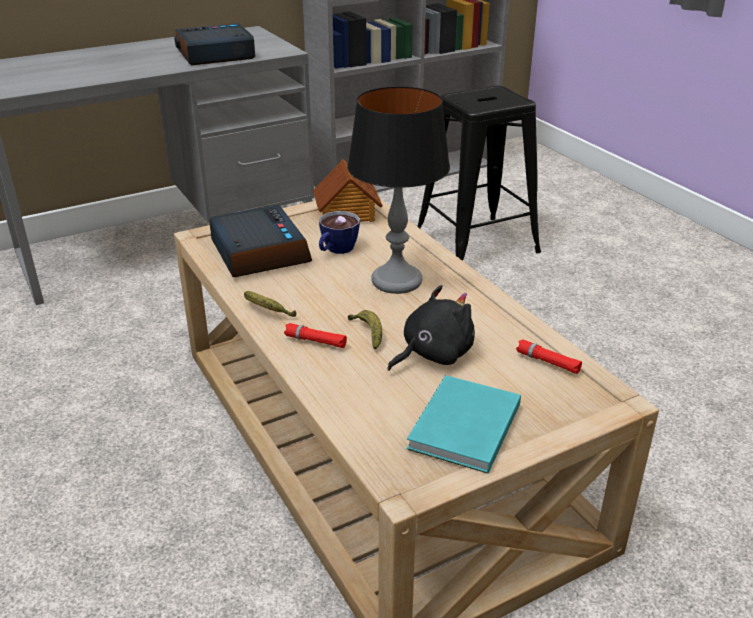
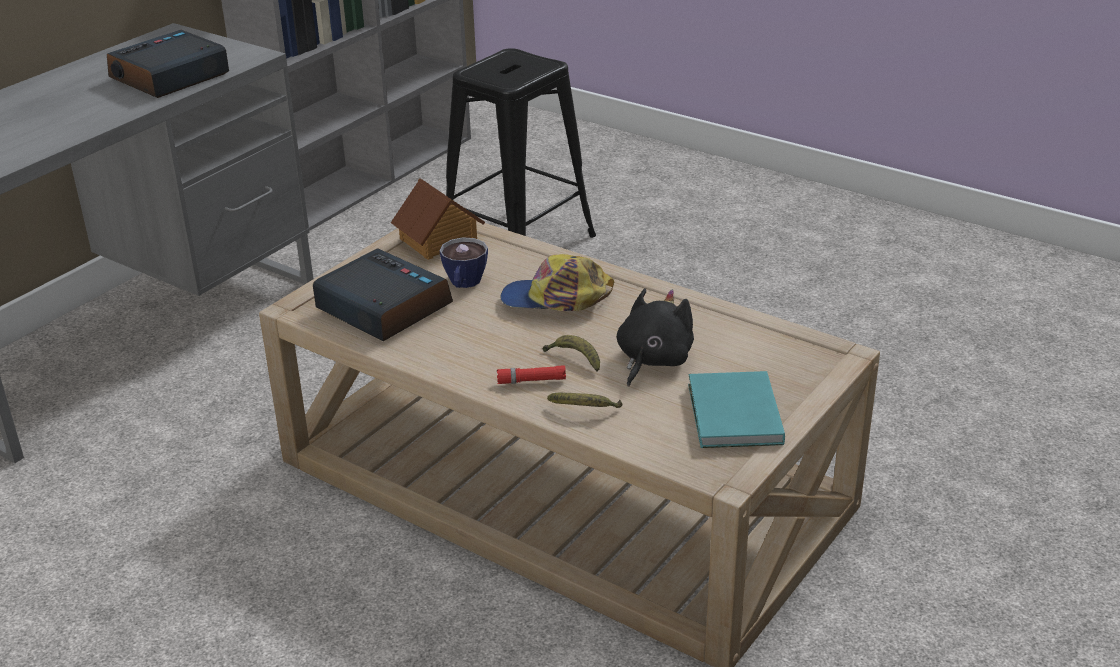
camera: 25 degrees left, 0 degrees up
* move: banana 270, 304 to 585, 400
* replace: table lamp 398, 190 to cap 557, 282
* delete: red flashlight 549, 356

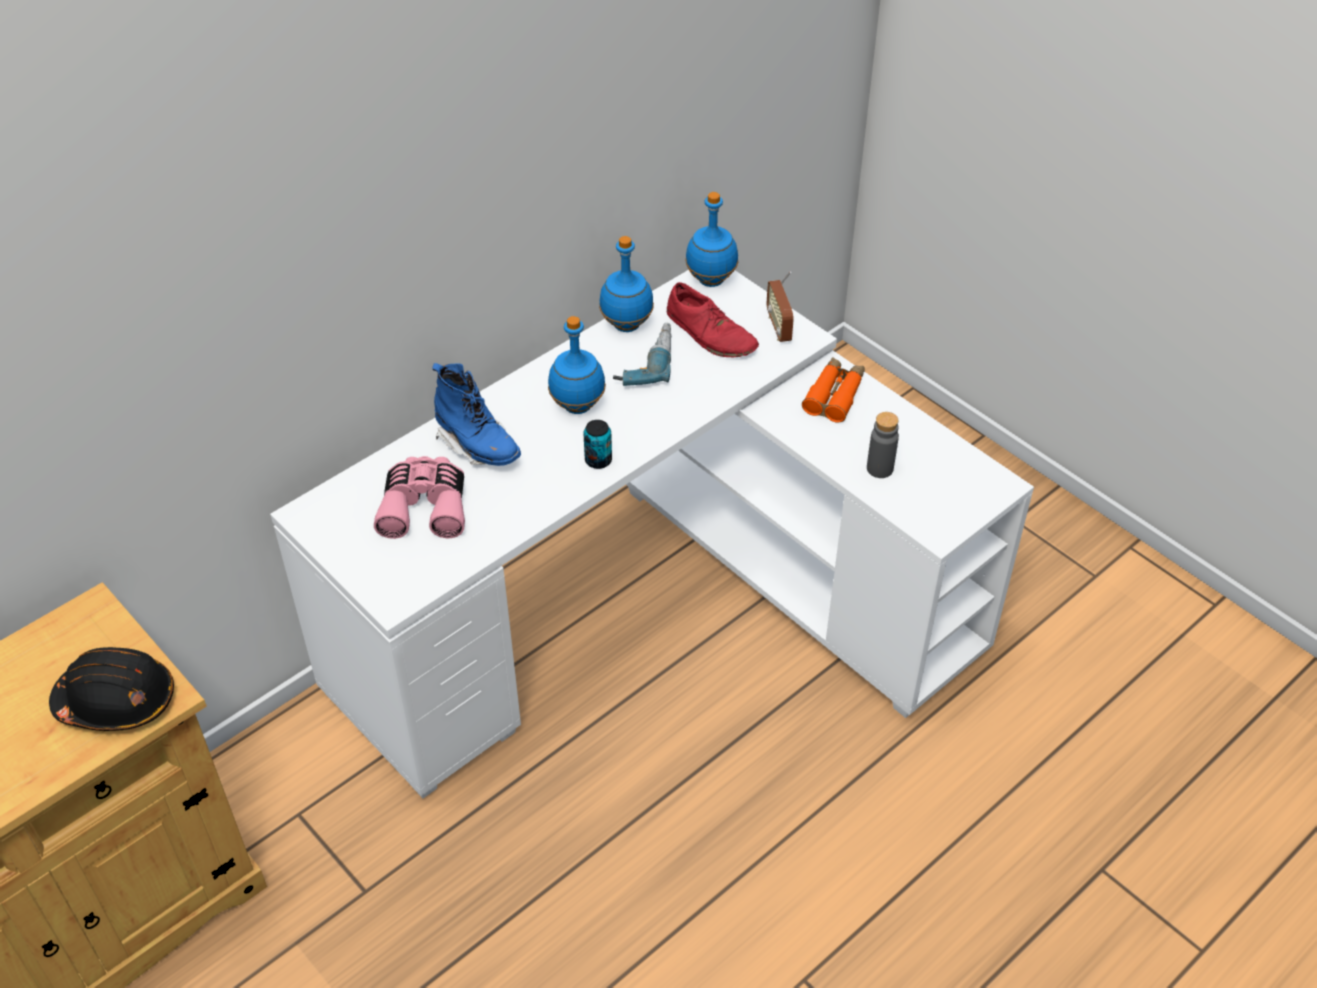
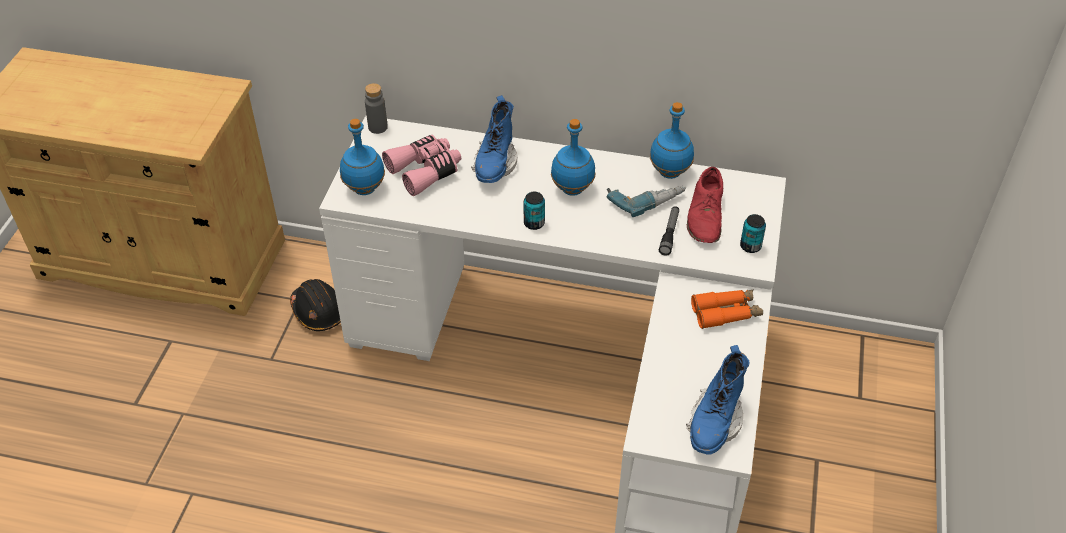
camera: 55 degrees right, 0 degrees up
* move: black hard hat 111, 689 to 315, 305
* move: blue bottle 711, 239 to 362, 157
* replace: radio 780, 306 to can 753, 233
* move: grey bottle 883, 445 to 376, 108
* insert: flashlight 669, 231
* insert: blue boot 718, 400

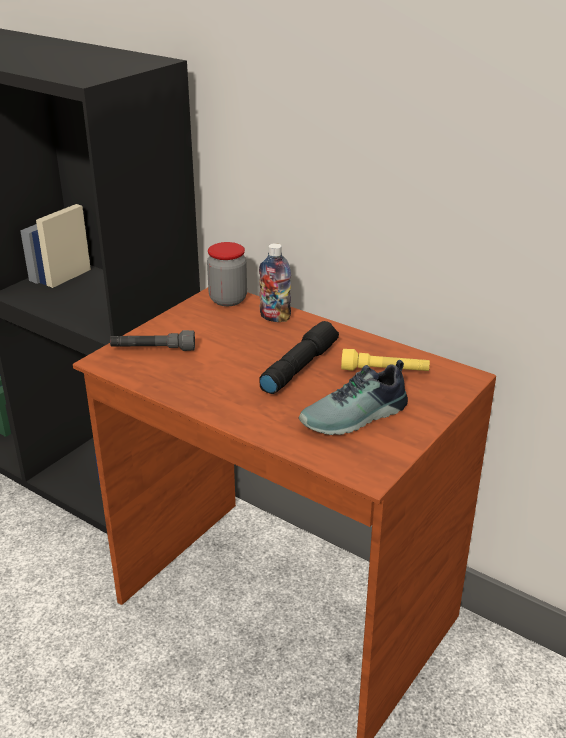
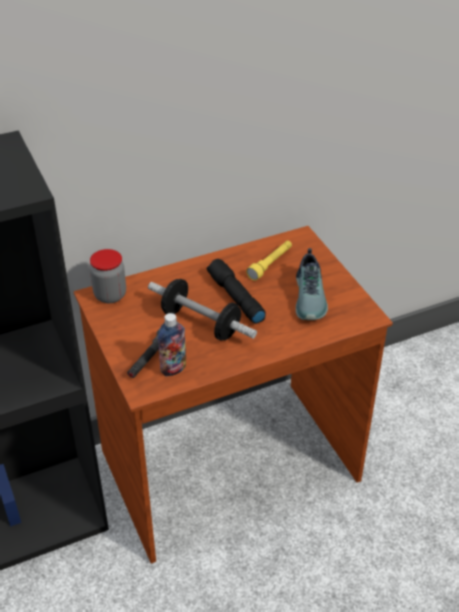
camera: 60 degrees left, 10 degrees up
* move: bottle 275, 282 to 172, 344
* insert: dumbbell 202, 310

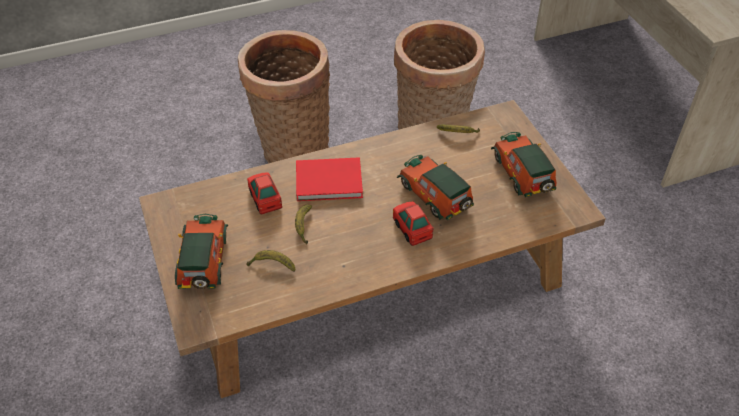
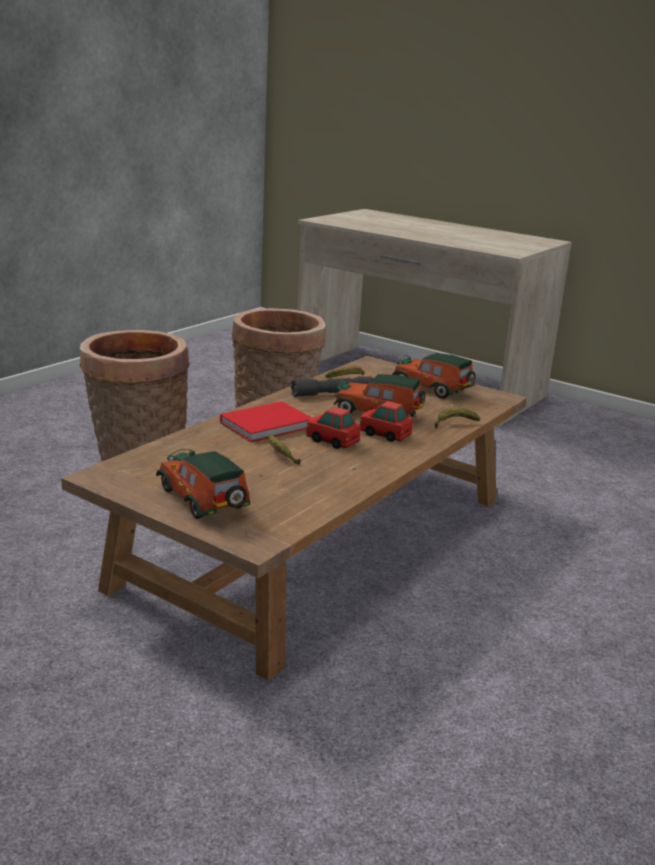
camera: 35 degrees left, 25 degrees down
* move: banana 271, 261 to 457, 417
* move: toy car 264, 193 to 333, 428
* insert: grey flashlight 332, 386

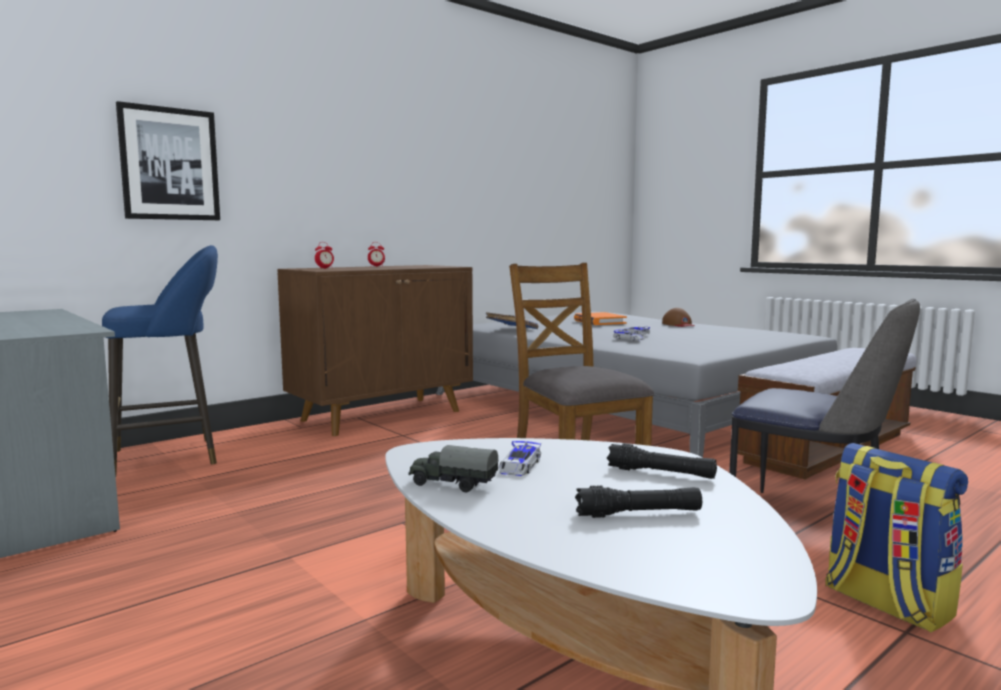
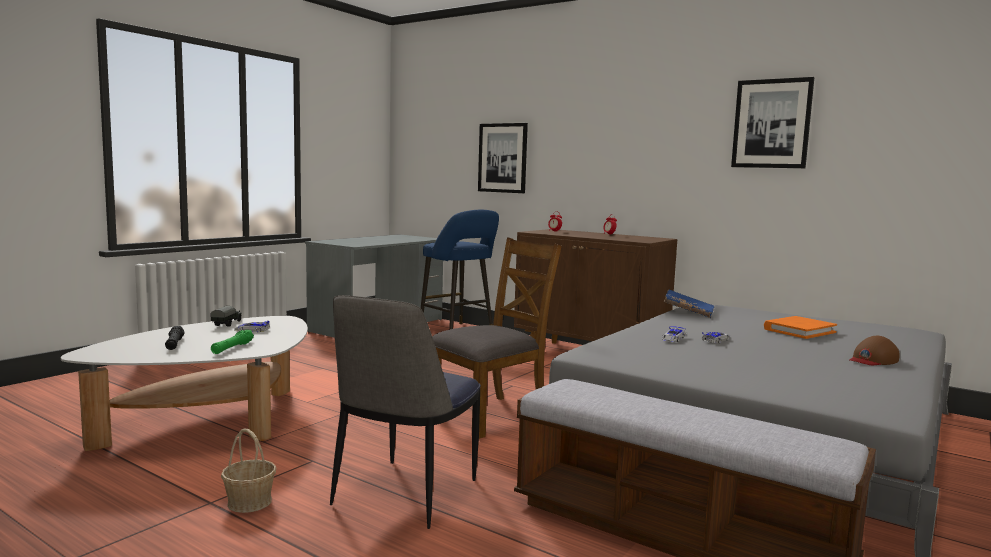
camera: 75 degrees right, 0 degrees up
* recolor: black flashlight 662, 461 to green flashlight 232, 342
* replace: backpack 896, 538 to basket 248, 471
* insert: picture 772, 122

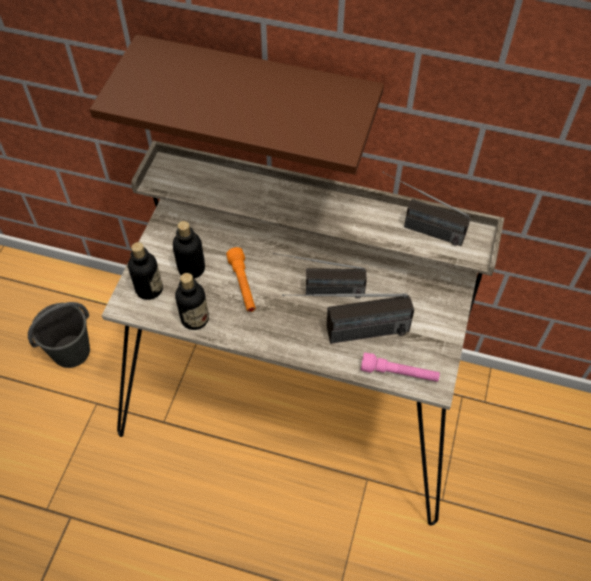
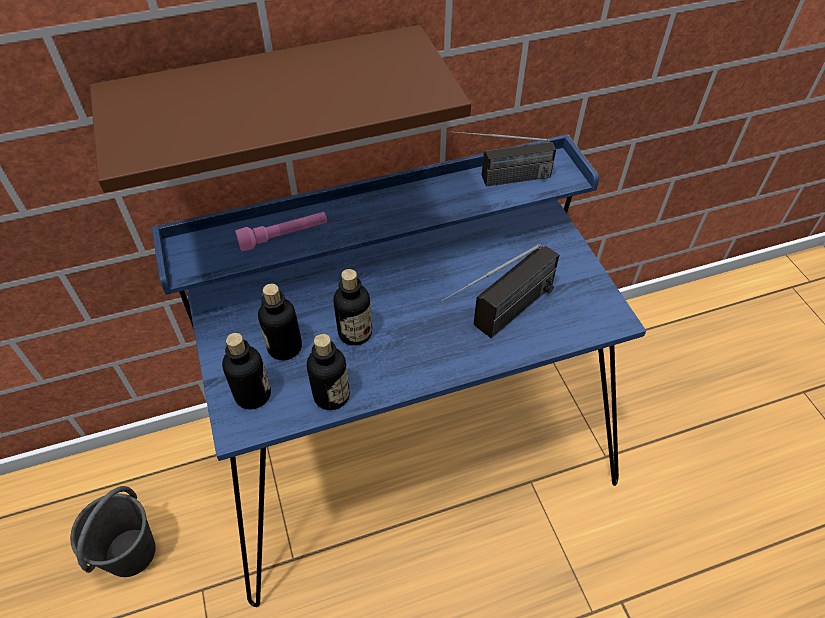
camera: 35 degrees left, 5 degrees down
* recolor: beige desk 302, 333 to blue desk 399, 370
* replace: orange flashlight 241, 279 to bottle 352, 307
* delete: radio 320, 275
* move: pink flashlight 400, 367 to 281, 231

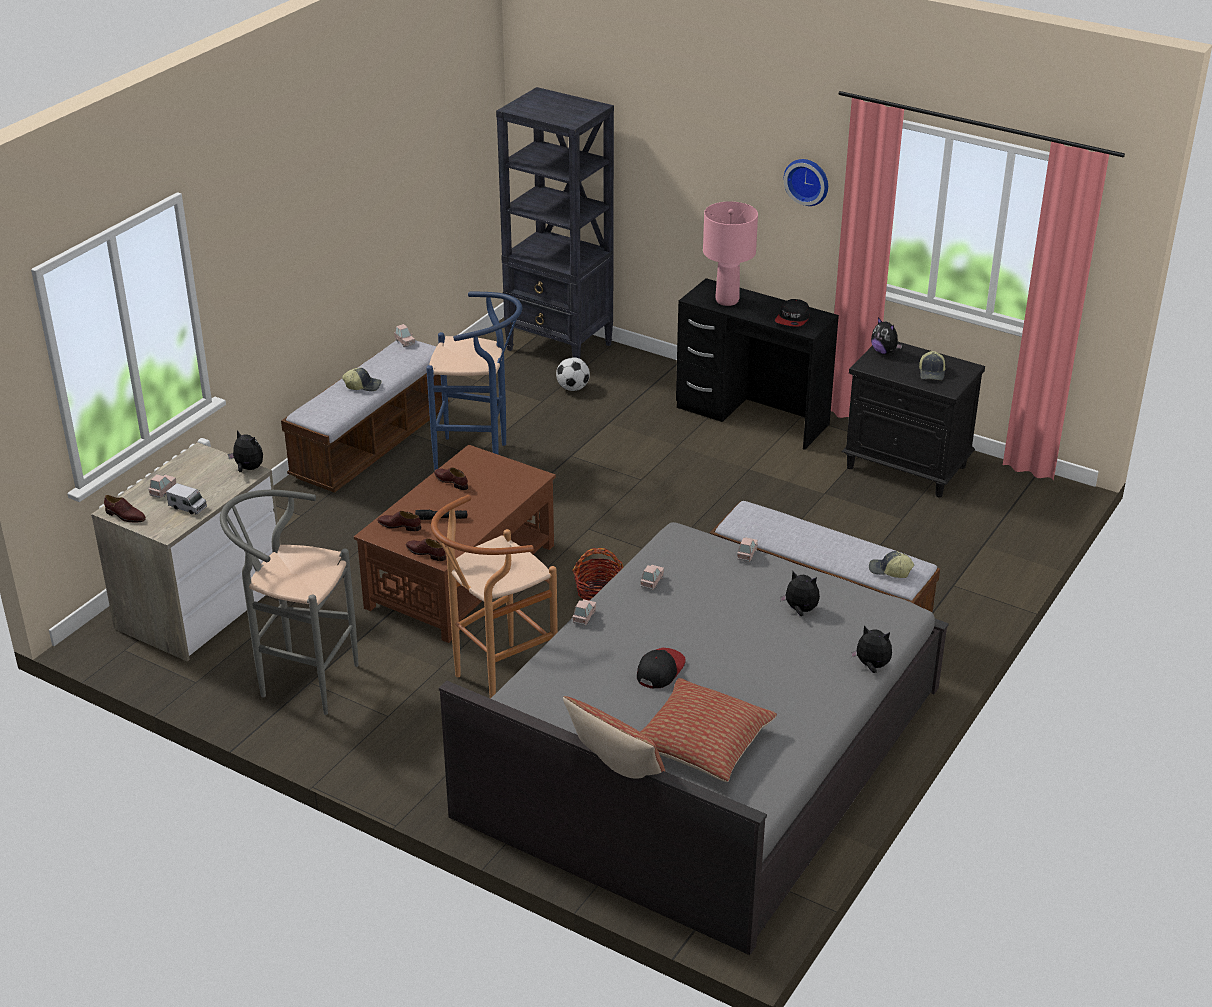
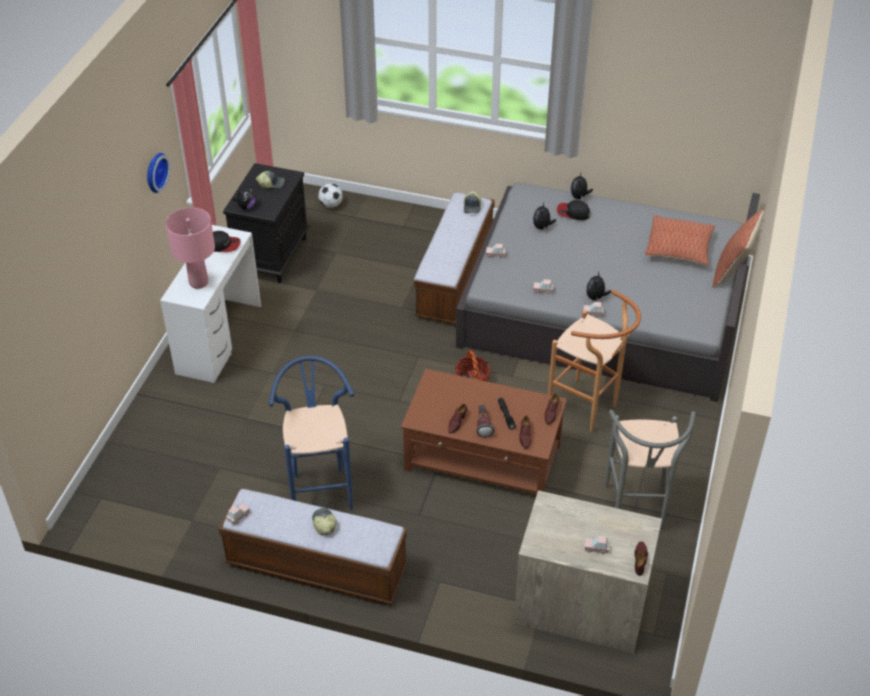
camera: 105 degrees left, 10 degrees up
* delete: toy truck 186, 498
* move: plush toy 245, 451 to 598, 286
* delete: black bookcase 555, 223
* move: football 573, 374 to 330, 195
* move: cap 661, 668 to 573, 210
* recolor: black desk 757, 364 to white desk 210, 304
* insert: flashlight 485, 420

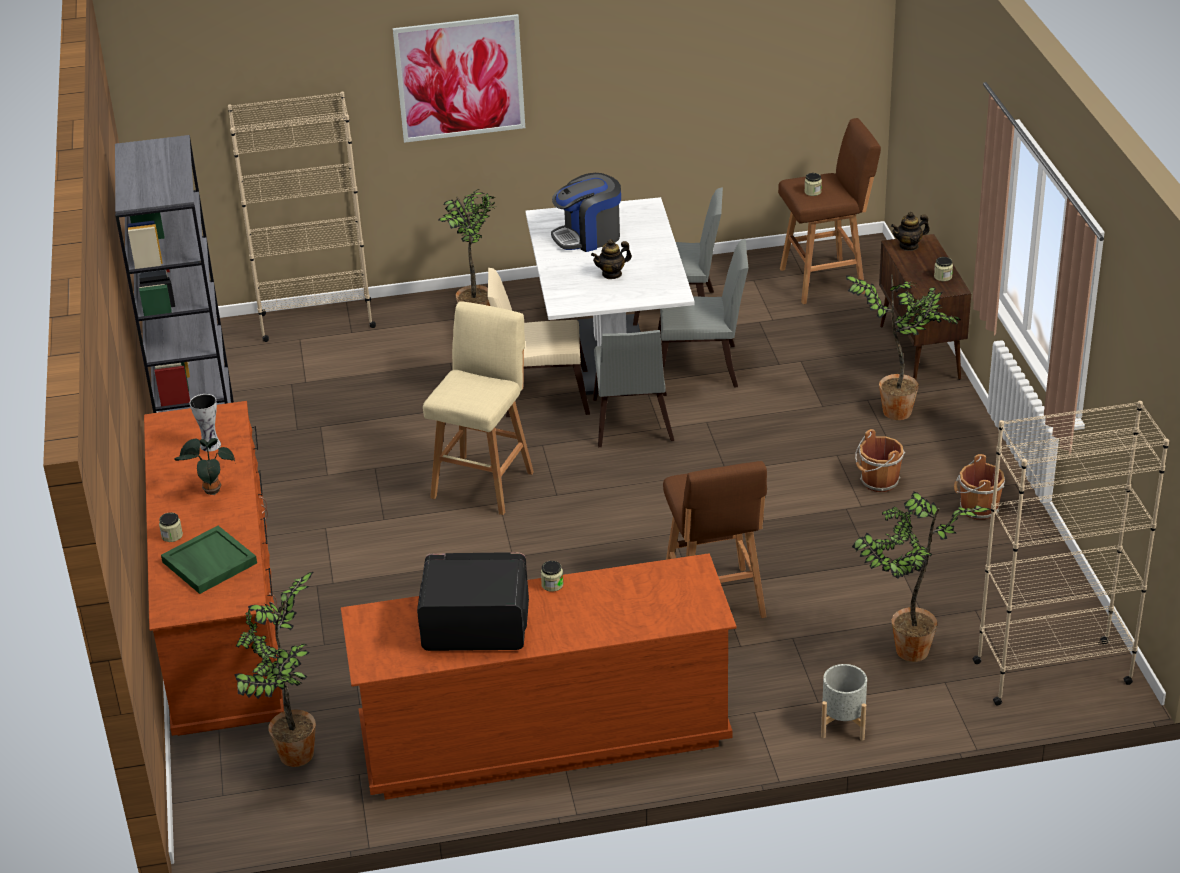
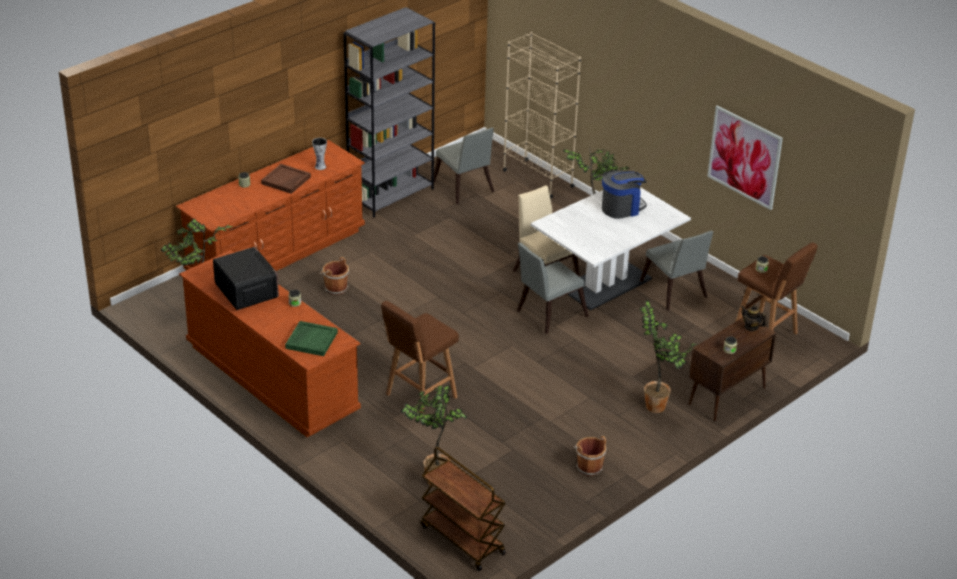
camera: 55 degrees right, 0 degrees up
* move: green tray 209, 560 to 311, 338
* replace: potted plant 205, 466 to brown tray 286, 179
* move: picture 459, 78 to 745, 157
* delete: beige stool 478, 408
* rotate: coffee machine 586, 212 = 624, 194 120 degrees clockwise
* delete: teapot 611, 259
* move: grey chair 703, 313 to 464, 166
* delete: grey planter 844, 702
* move: brown bucket 880, 460 to 334, 276
* replace: beige bookcase 1071, 553 to brown cart 463, 509

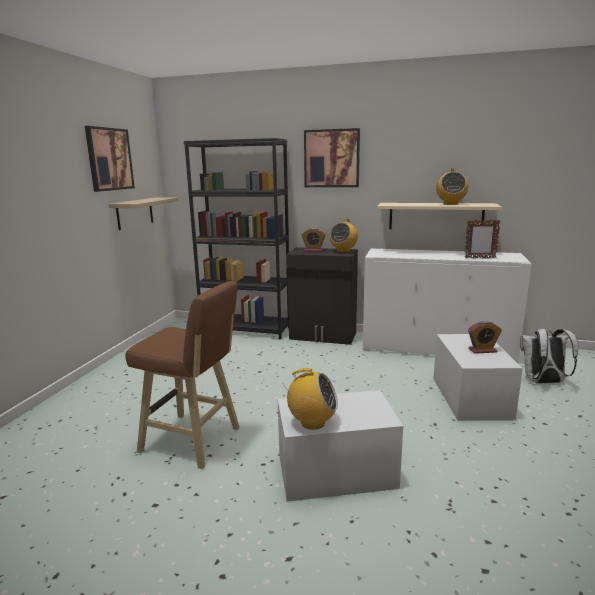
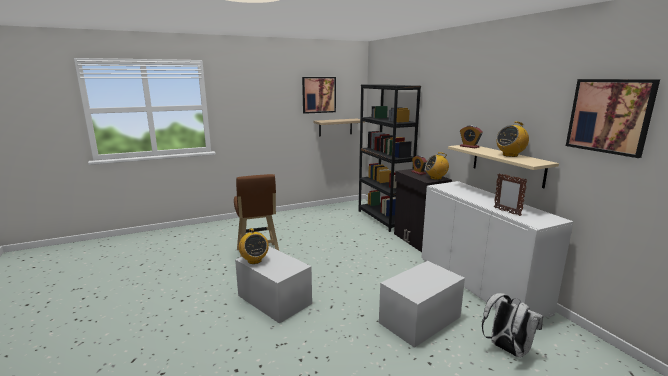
camera: 50 degrees right, 0 degrees up
* move: picture 332, 157 to 613, 118
* move: alarm clock 485, 337 to 471, 136

